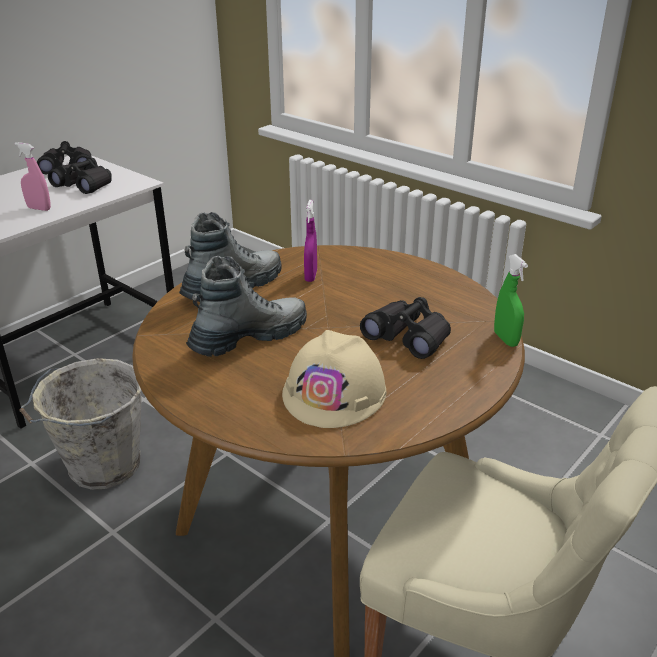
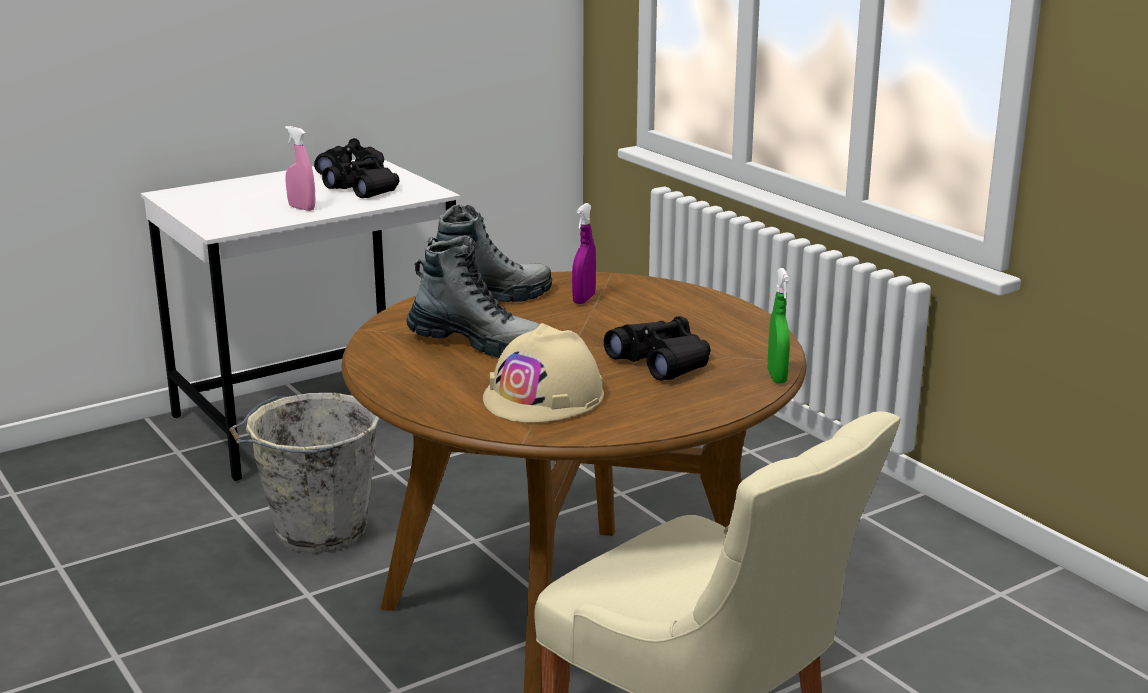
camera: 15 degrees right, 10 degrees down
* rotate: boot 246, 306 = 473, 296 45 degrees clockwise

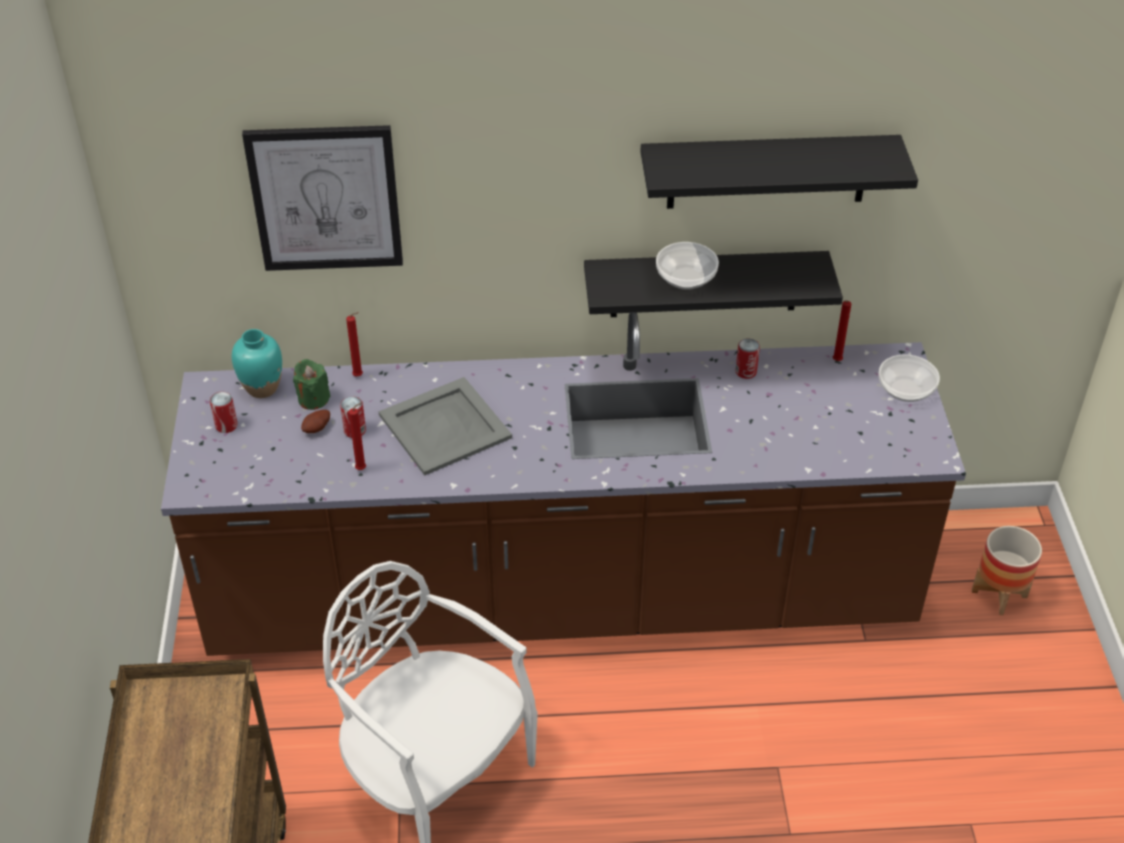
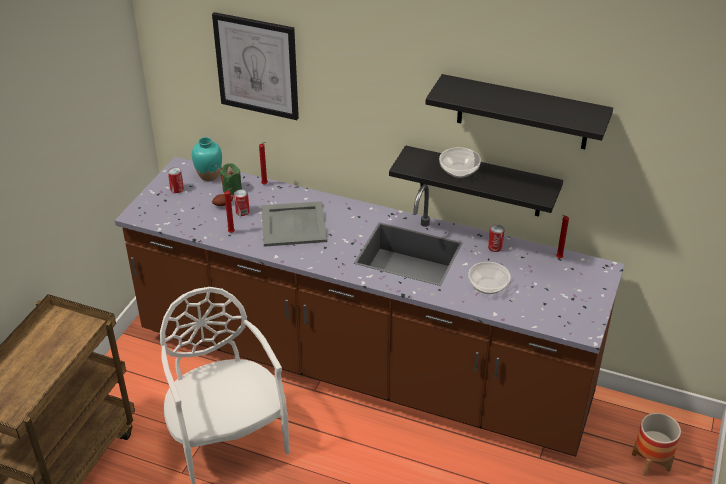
camera: 25 degrees right, 5 degrees down
* move: bowl 909, 378 to 489, 278

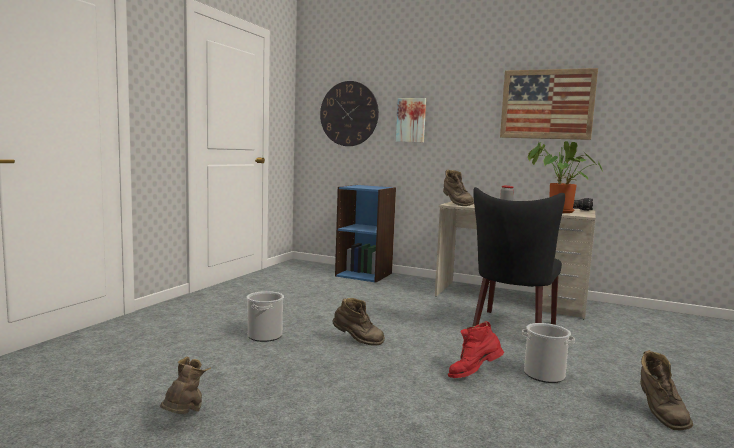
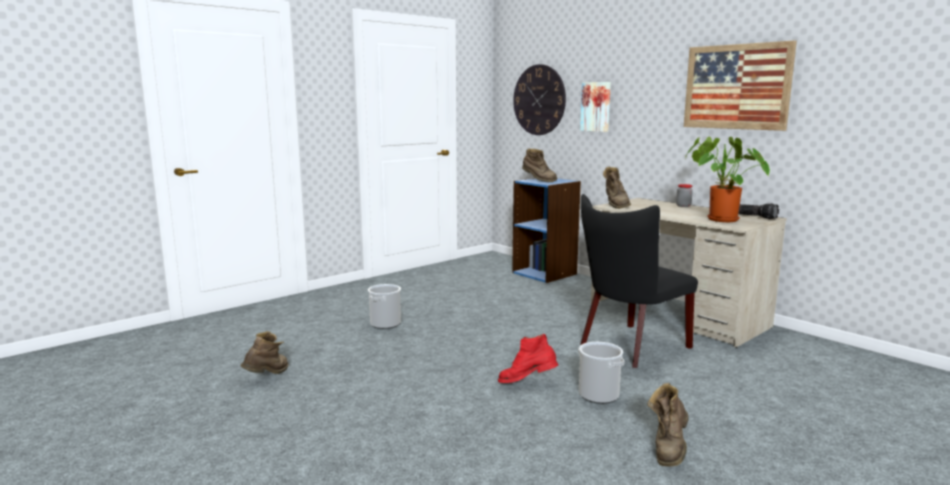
camera: 25 degrees right, 5 degrees up
* move: brown boot 358, 322 to 539, 165

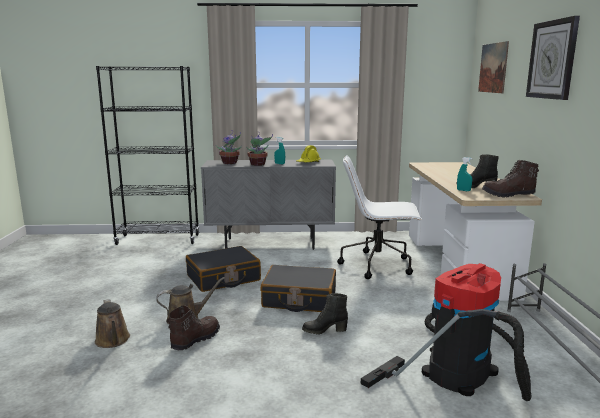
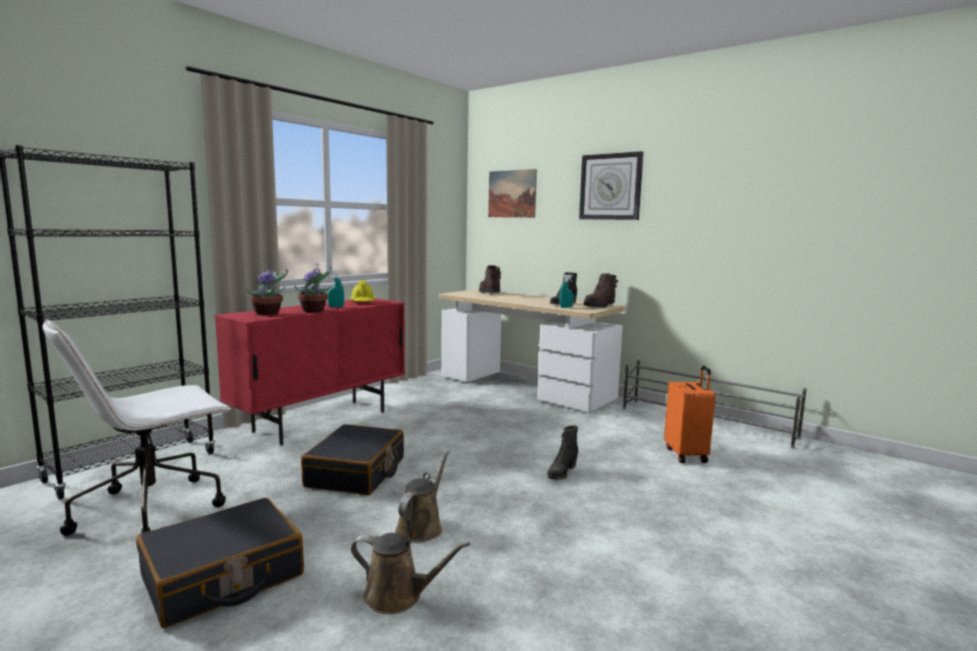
camera: 50 degrees left, 5 degrees down
* move: brown boot 193, 327 to 490, 279
* recolor: grey cabinet 268, 205 to red cabinet 309, 371
* move: black suitcase 298, 288 to 220, 563
* move: white office chair 379, 217 to 136, 427
* replace: vacuum cleaner 446, 332 to orange suitcase 689, 414

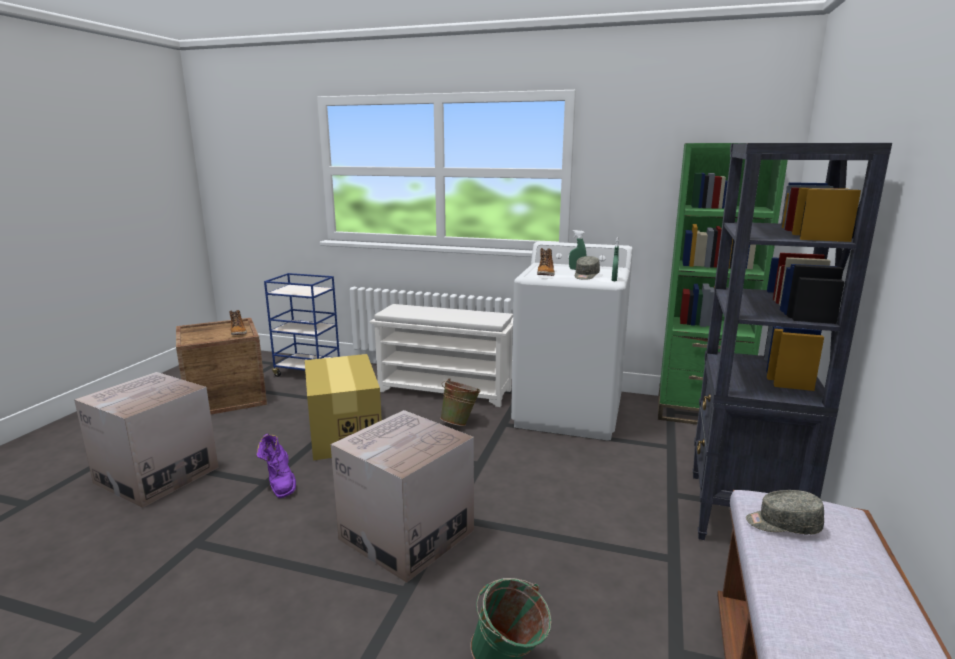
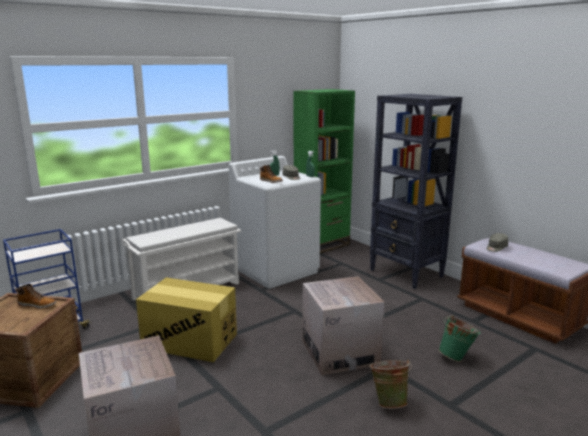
camera: 55 degrees left, 0 degrees up
* delete: purple boot 276, 466
* move: green bucket 460, 402 to 390, 384

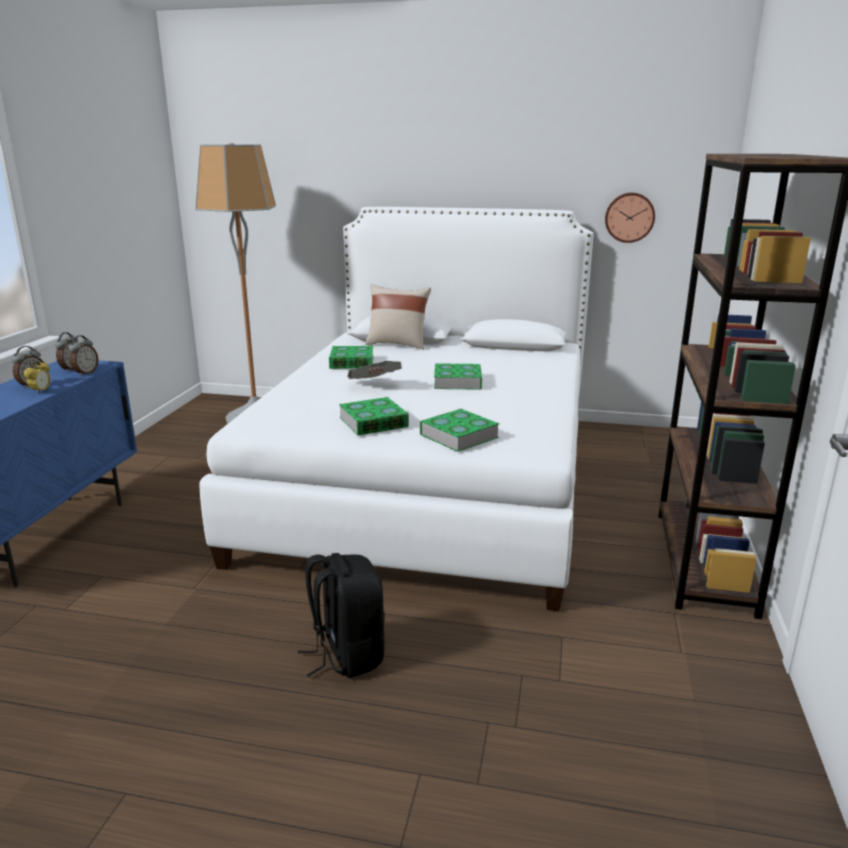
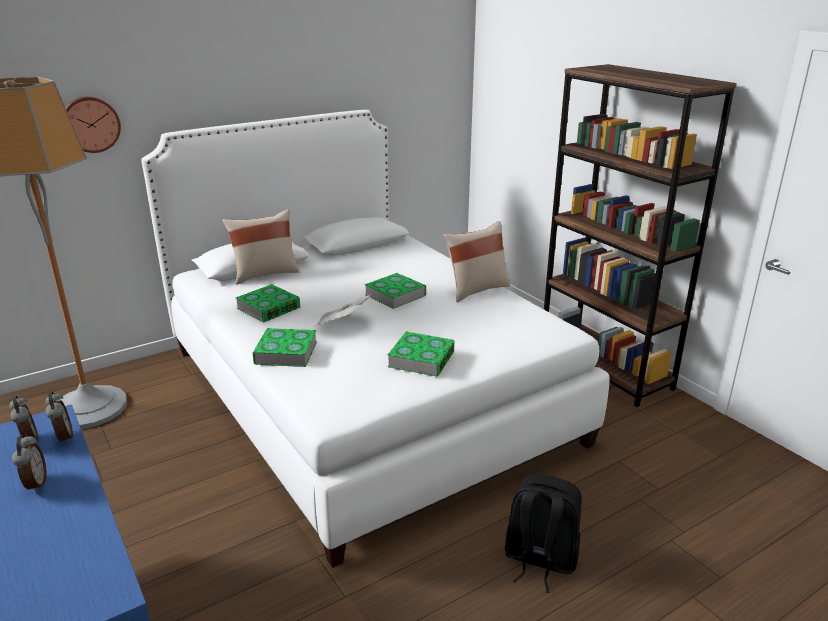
camera: 45 degrees left, 5 degrees up
* delete: alarm clock 37, 377
* move: book 459, 430 to 285, 347
* move: wall clock 630, 218 to 93, 125
* insert: beige pillow 476, 262

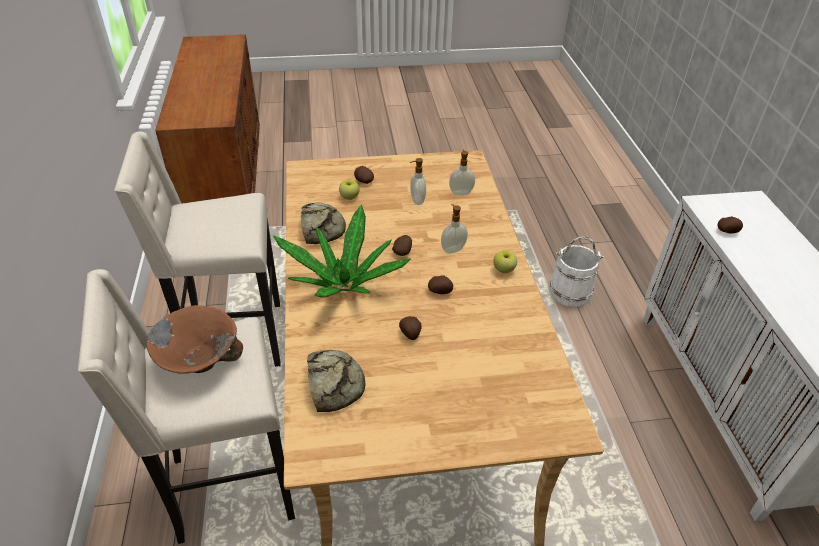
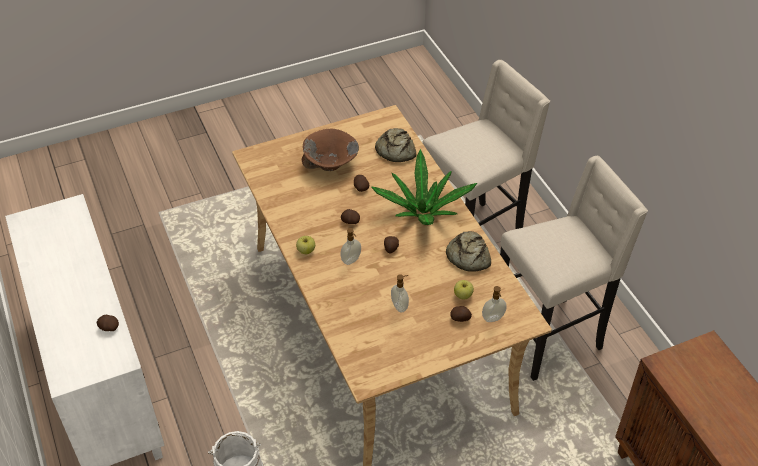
camera: 165 degrees right, 5 degrees up
* move: brown bowl 195, 339 to 330, 150
* move: soap dispenser 462, 172 to 494, 304

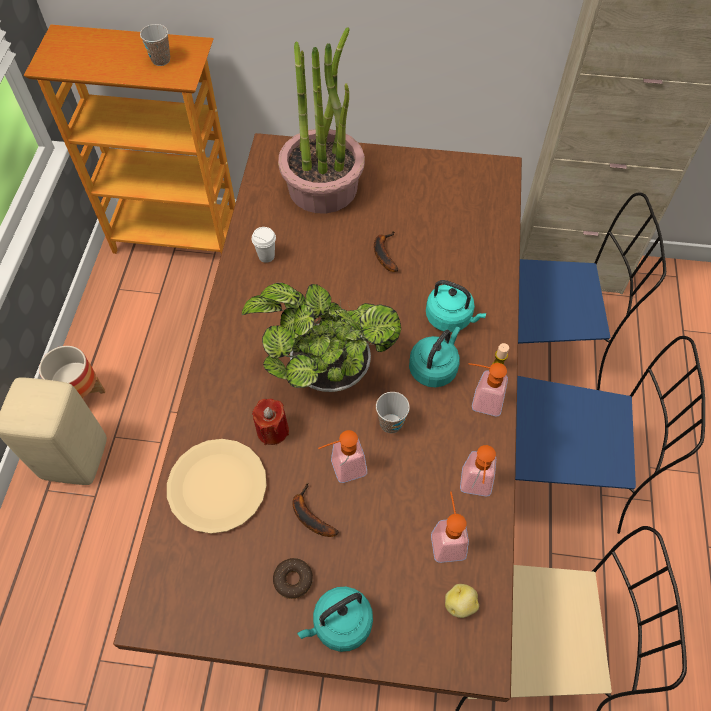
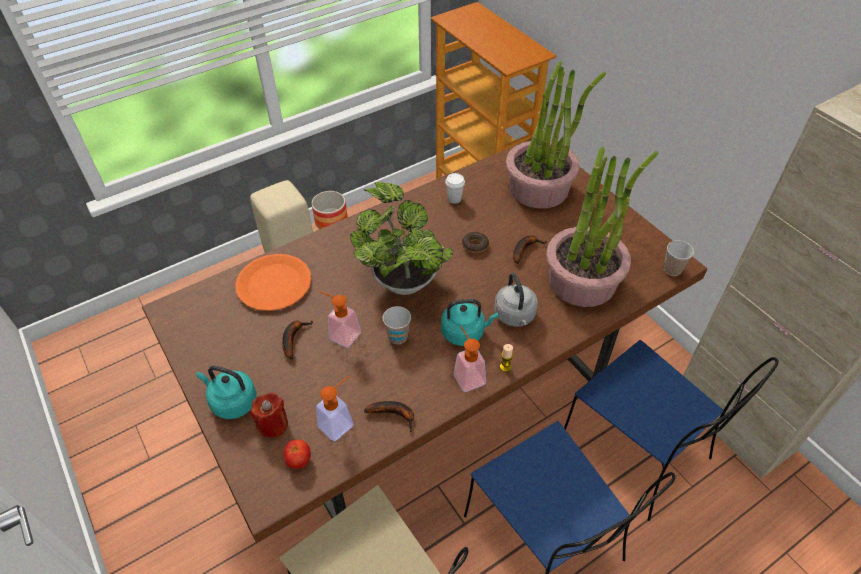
camera: 50 degrees right, 10 degrees down
* move: cup 155, 45 to 679, 258
* recolor: beige plate 217, 486 to orange plate 273, 282
* move: red candle 270, 422 to 269, 415
* move: donut 293, 578 to 475, 243
* recolor: turquoise kettle 456, 306 to grey kettle 516, 300
* replace: potato 462, 601 to tomato 297, 454
* replace: soap dispenser 478, 471 to banana 389, 416
* insert: potted plant 602, 226

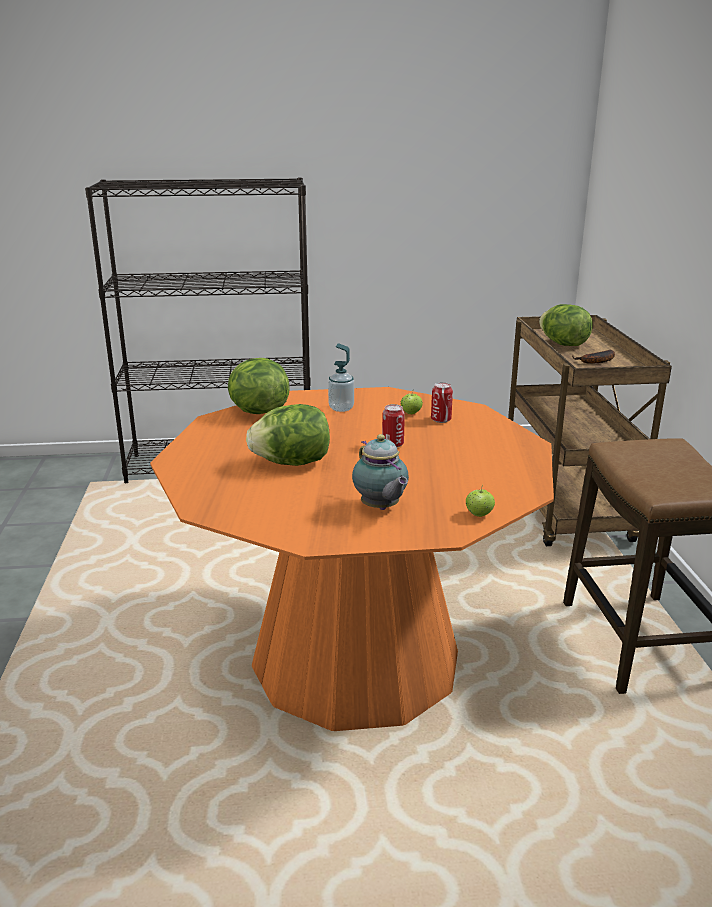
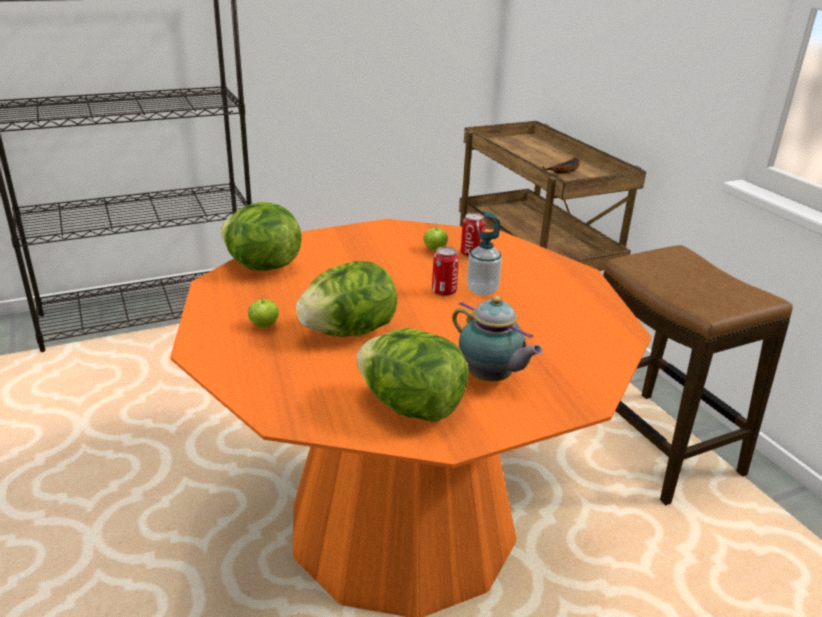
camera: 20 degrees left, 5 degrees up
* move: soap dispenser 341, 378 to 484, 253
* move: apple 480, 500 to 263, 311
* move: lettuce 566, 325 to 412, 375

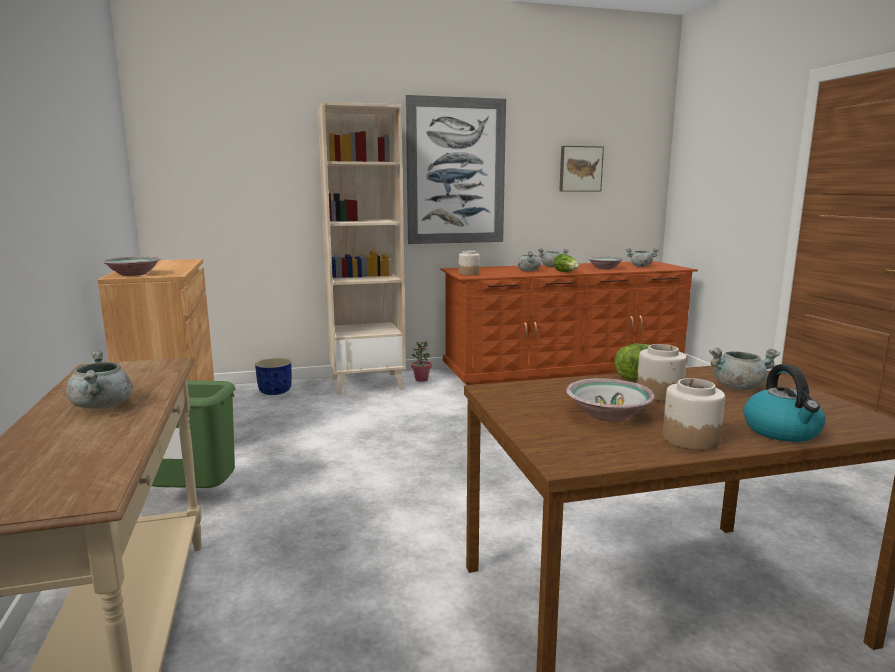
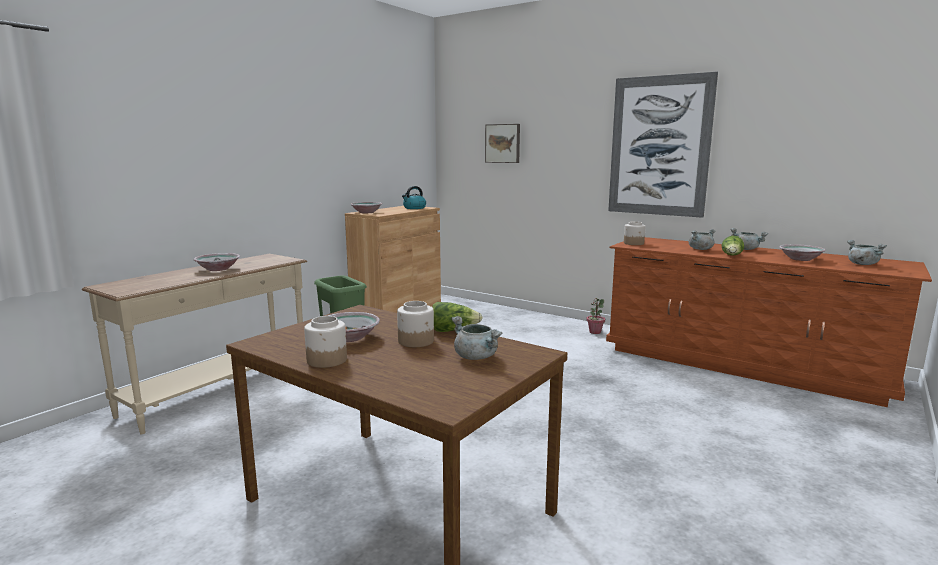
camera: 50 degrees right, 0 degrees up
* replace: grey cooking pot 99, 379 to bowl 217, 262
* delete: blue planter 273, 376
* delete: beige bookcase 361, 248
* move: picture 581, 169 to 502, 143
* move: kettle 784, 403 to 414, 197

